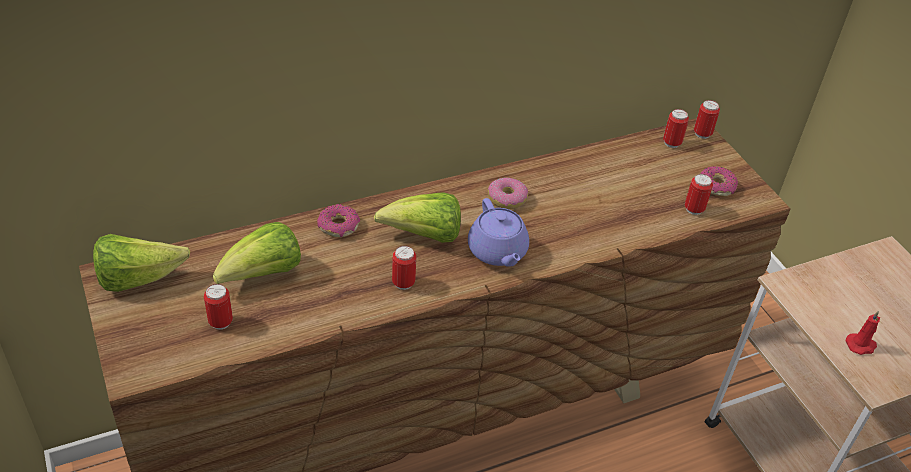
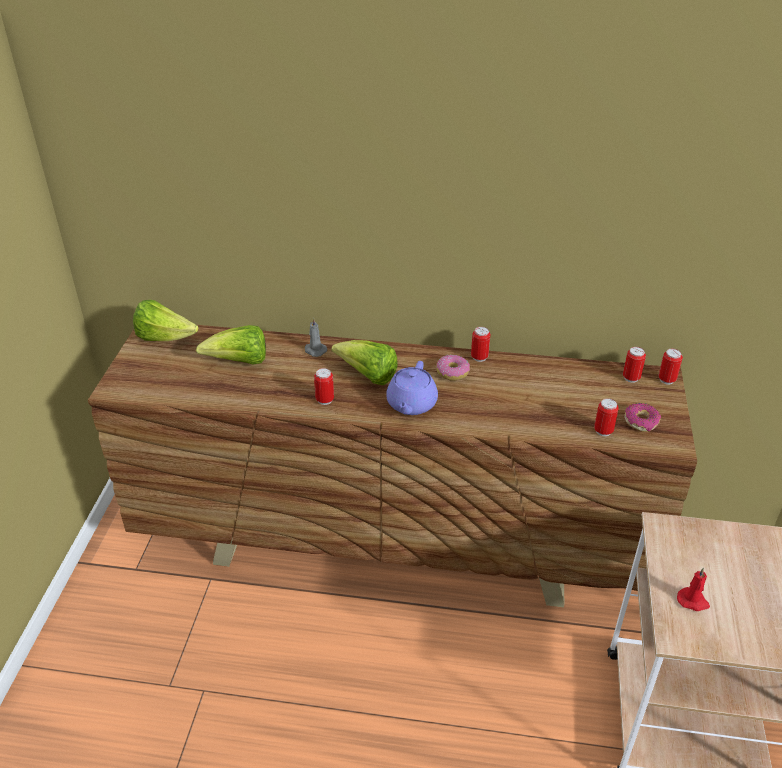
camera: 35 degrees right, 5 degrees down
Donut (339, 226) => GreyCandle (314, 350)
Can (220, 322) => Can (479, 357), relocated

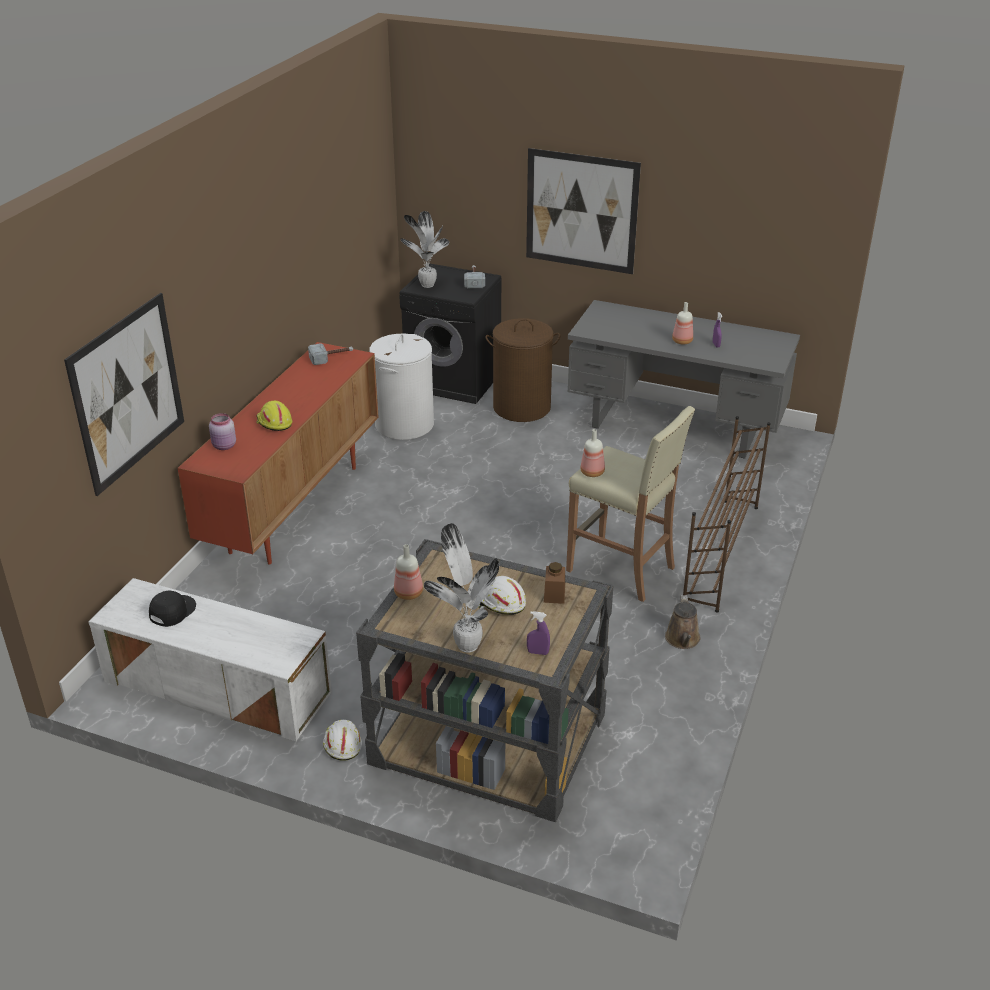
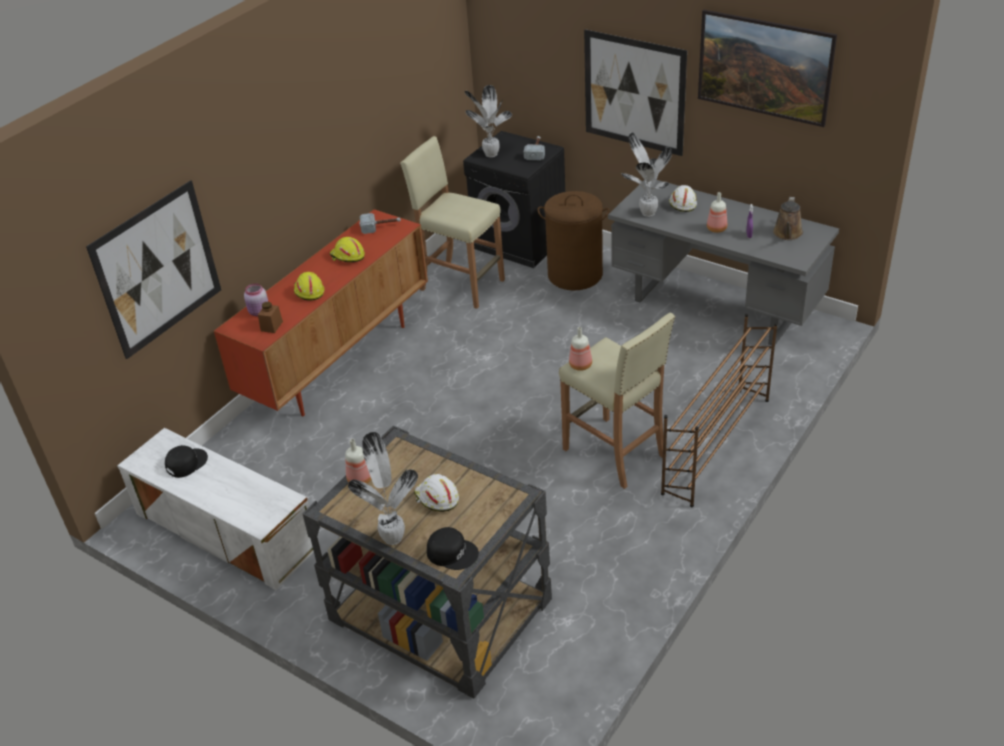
camera: 15 degrees right, 5 degrees up
BrownJar (554, 594) => BrownJar (271, 326), relocated
nothing => YellowHardHat (347, 256)
WhiteLaundryBasket (404, 424) => BeigeStool (461, 285)
PurpleSprayBottle (538, 652) => BlackCap (452, 552)
nothing => PottedPlant (647, 212)
WhiteHardHat (341, 744) => WhiteHardHat (682, 203), relocated
nothing => Picture (762, 89)
BrownWateringCan (683, 640) => BrownWateringCan (787, 234), relocated

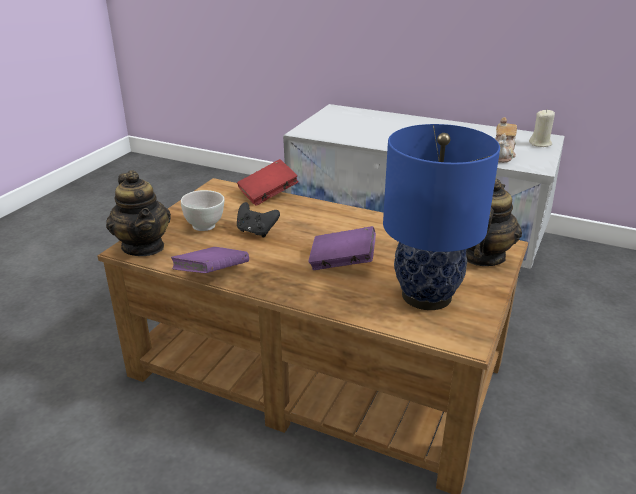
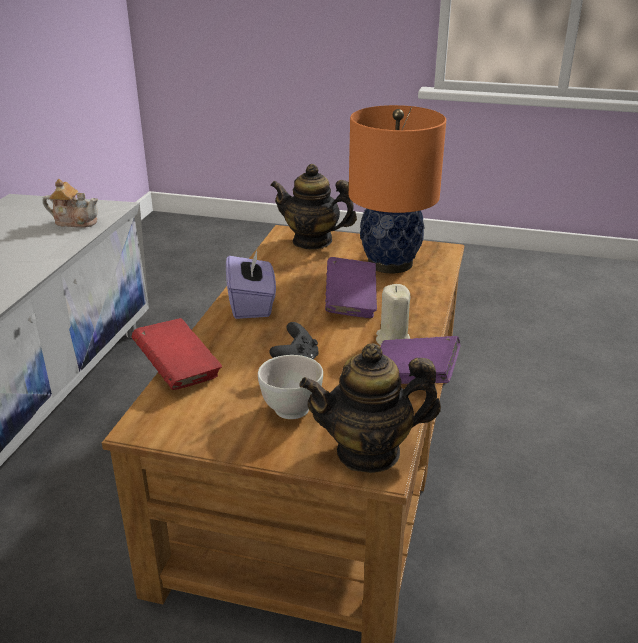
camera: 100 degrees left, 0 degrees up
nothing => PurpleTissueBox (252, 304)
Teapot (144, 247) => Teapot (368, 452), 150 degrees counterclockwise
BlueTableLamp (426, 295) => OrangeTableLamp (390, 263)
BeigeCandle (540, 144) => BeigeCandle (392, 340), relocated

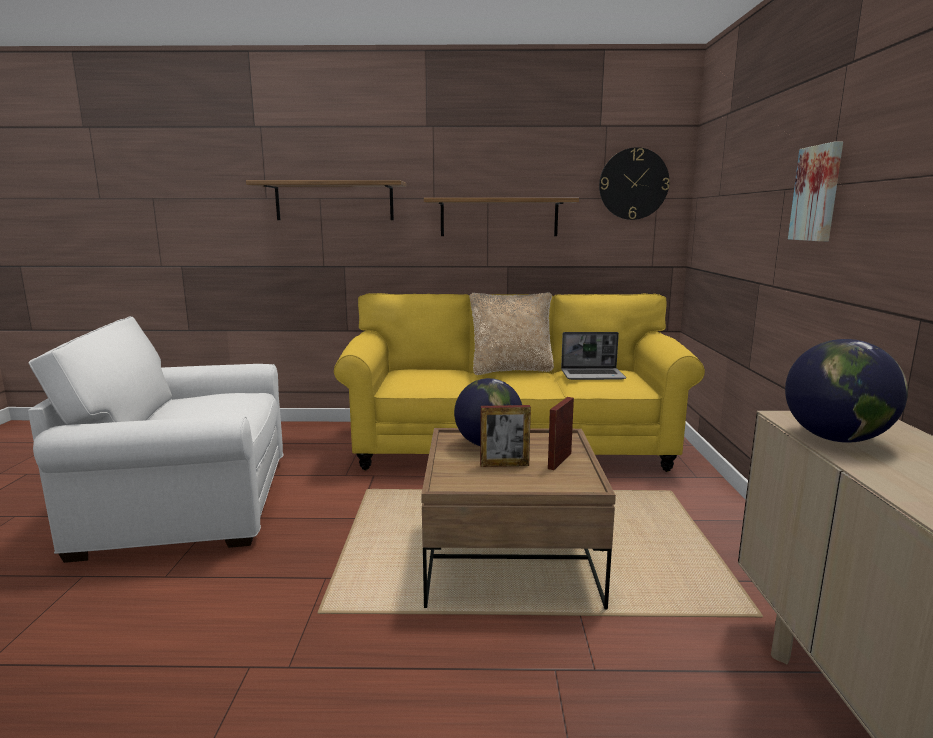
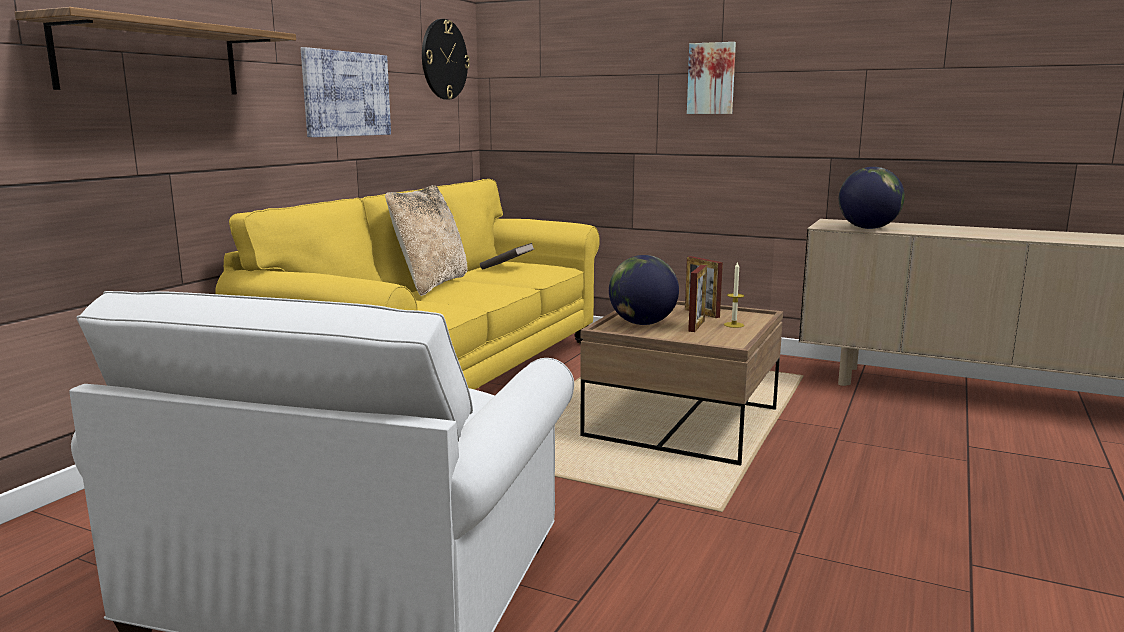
camera: 65 degrees left, 0 degrees up
Shelf (499, 217) => Picture (346, 94)
Laptop (593, 375) => BrownBook (507, 268)
nothing => Candle (734, 325)

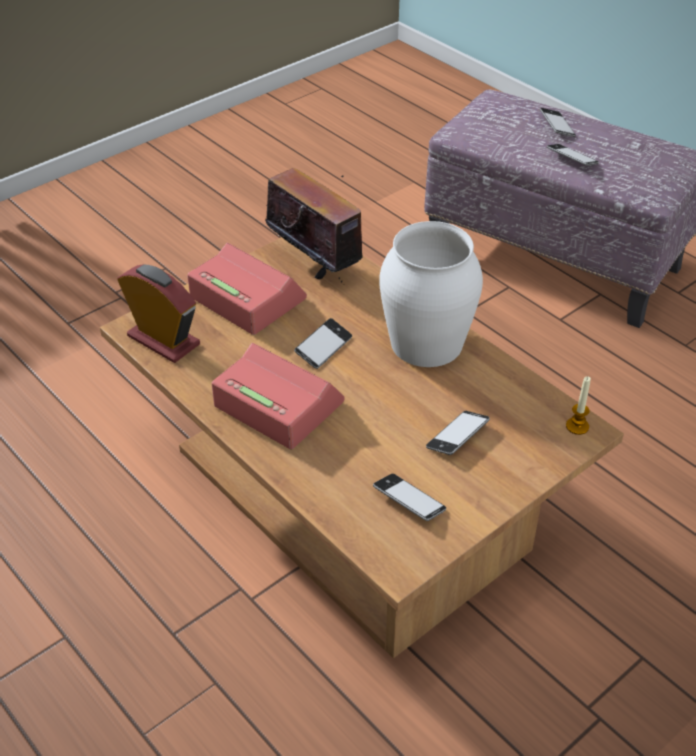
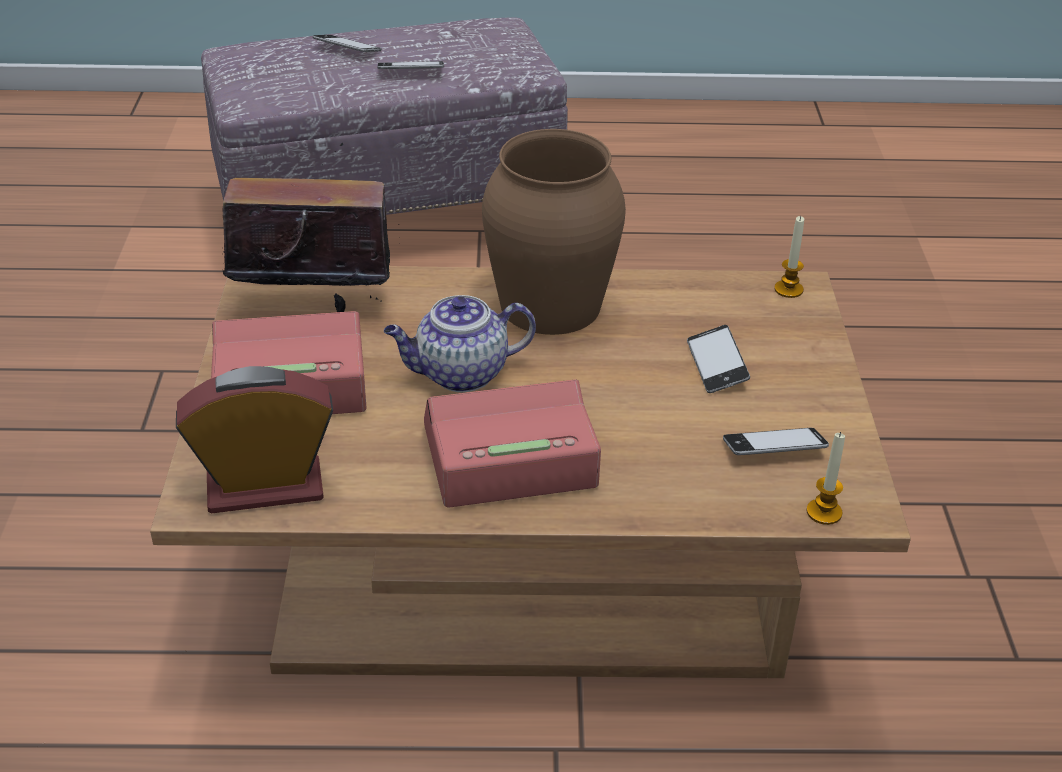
camera: 50 degrees left, 5 degrees down
Phone (323, 347) => Teapot (459, 374)
WhiteVase (426, 343) => BrownVase (550, 306)
nothing => Candle (824, 512)

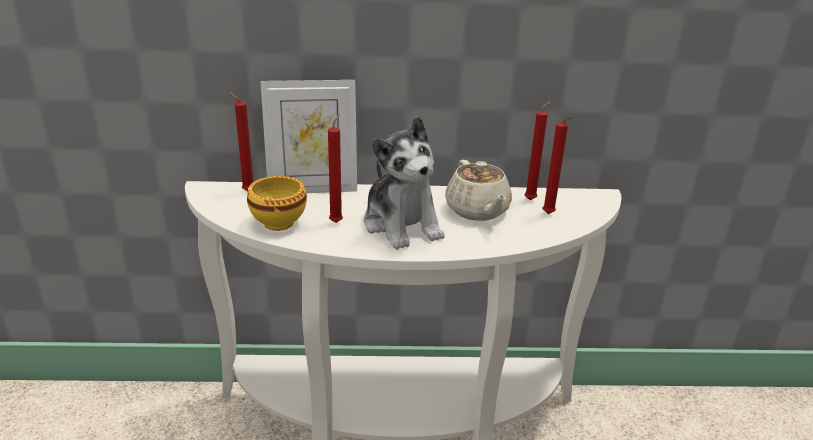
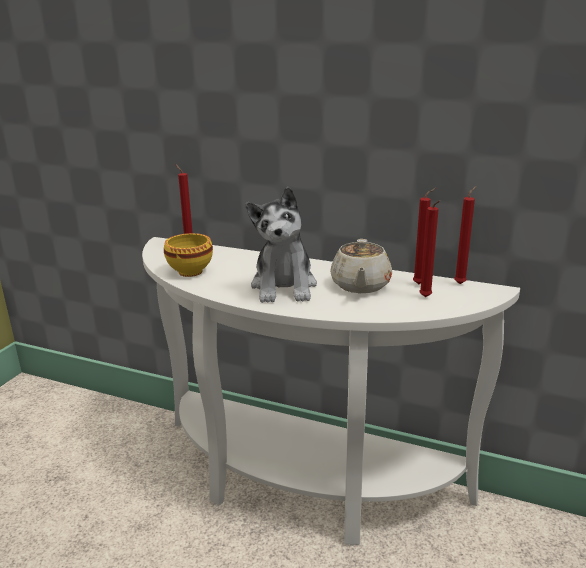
camera: 25 degrees right, 5 degrees down
RedCandle (337, 221) => RedCandle (461, 283), relocated
PictureFrame (312, 188) => nothing

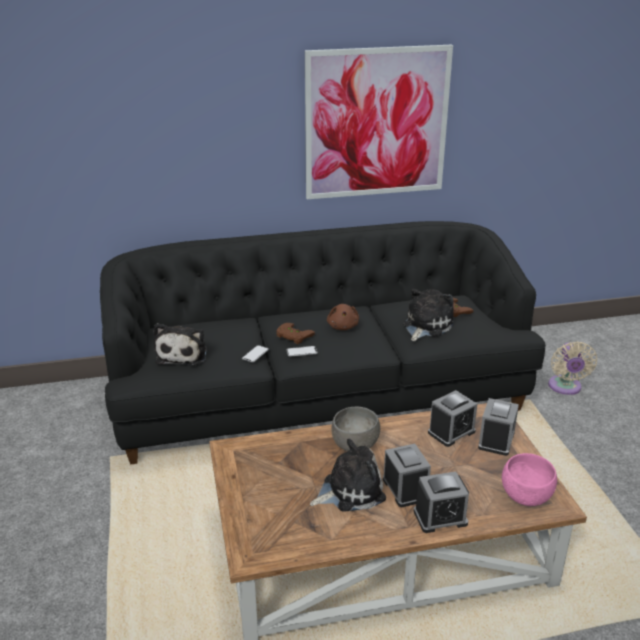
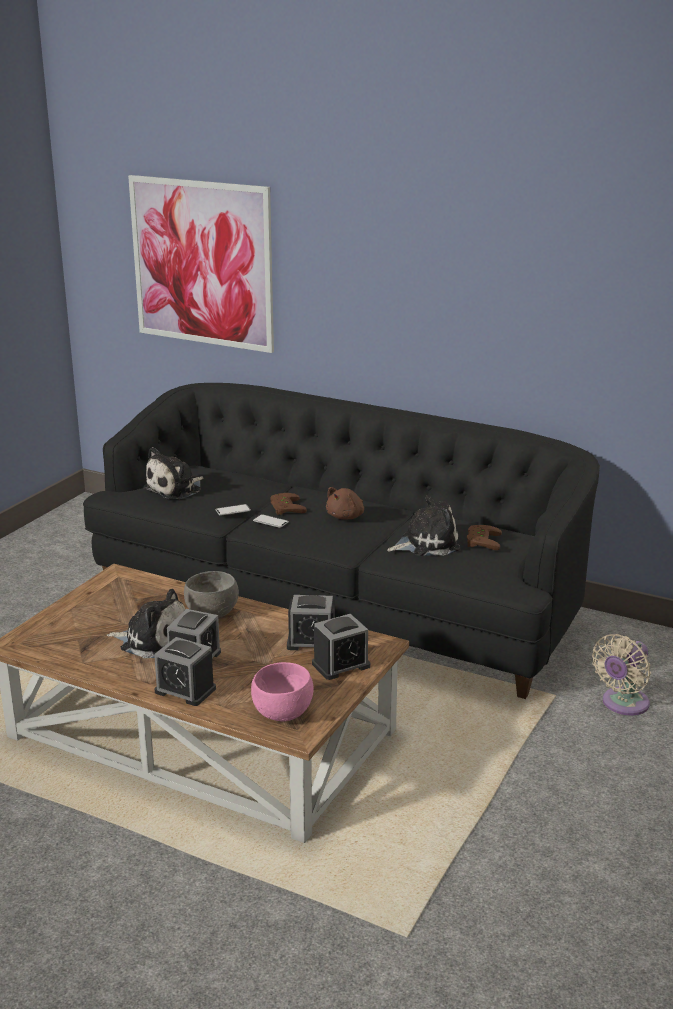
camera: 40 degrees right, 5 degrees down
Picture (376, 123) => Picture (202, 263), relocated

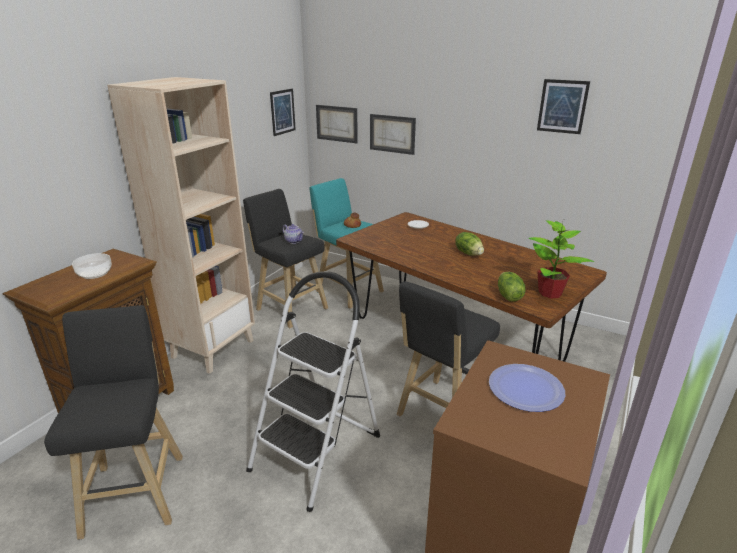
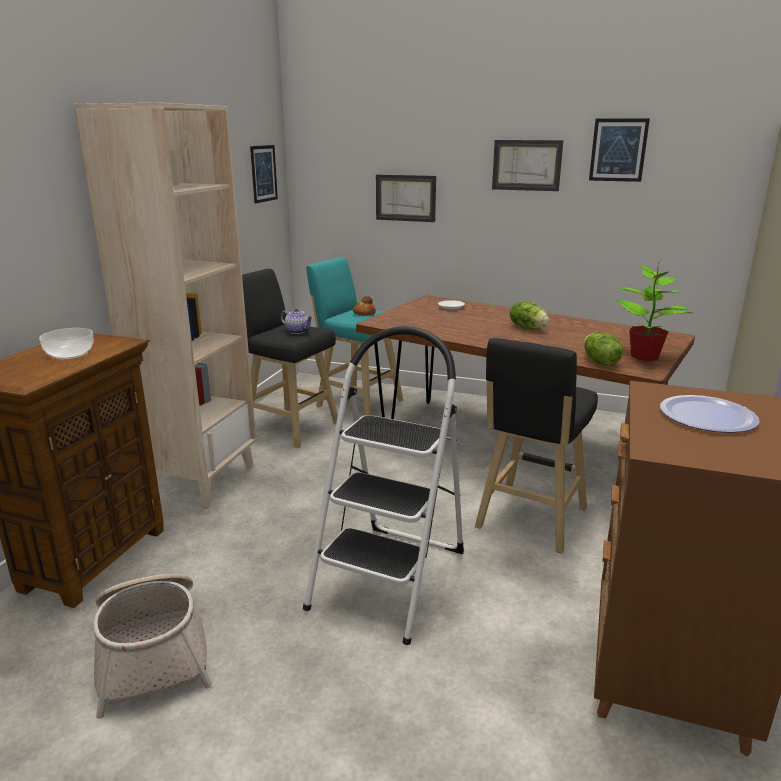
camera: 10 degrees left, 5 degrees down
BlackStool (136, 490) => Basket (153, 651)
Picture (337, 123) => Picture (526, 165), relocated

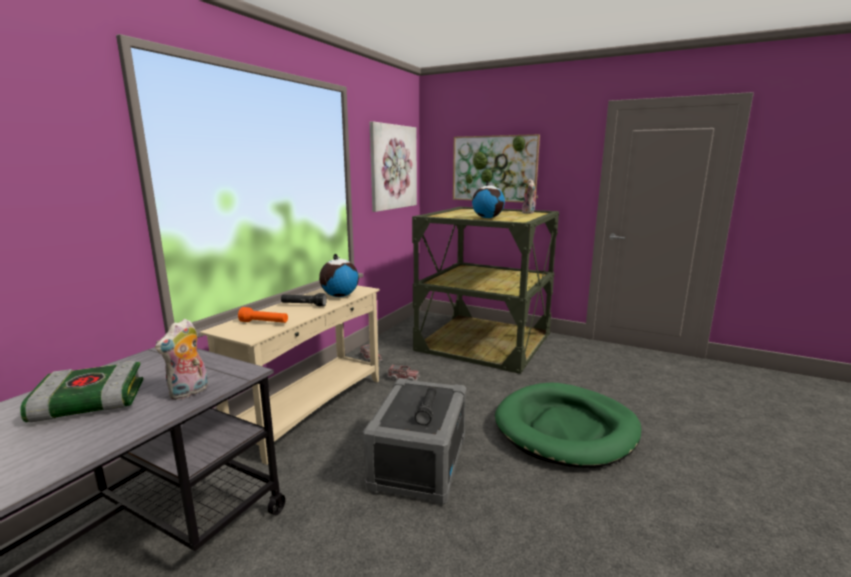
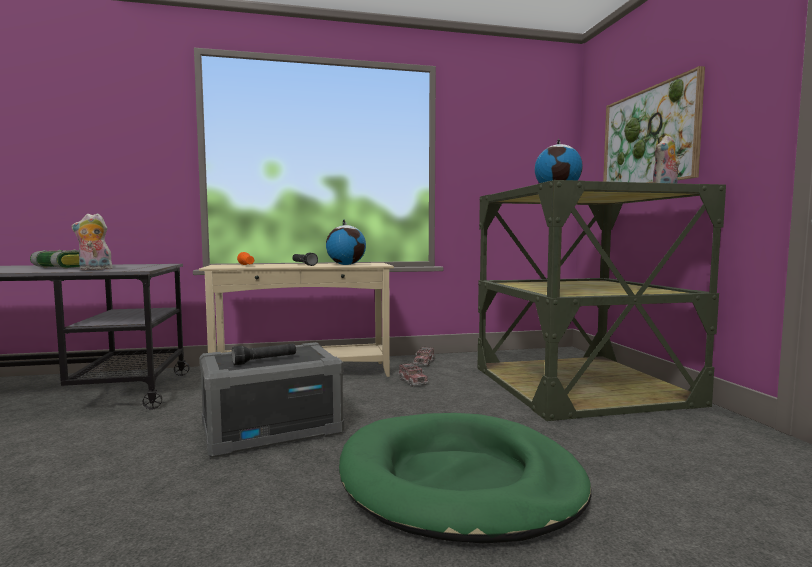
camera: 50 degrees right, 10 degrees down
Picture (393, 167) => nothing

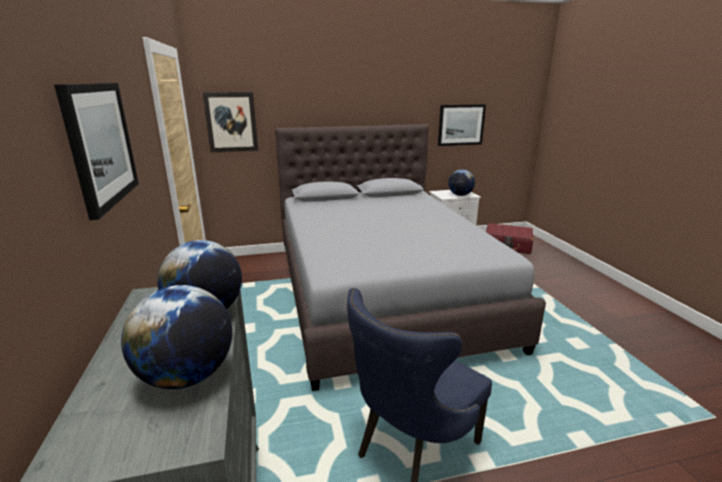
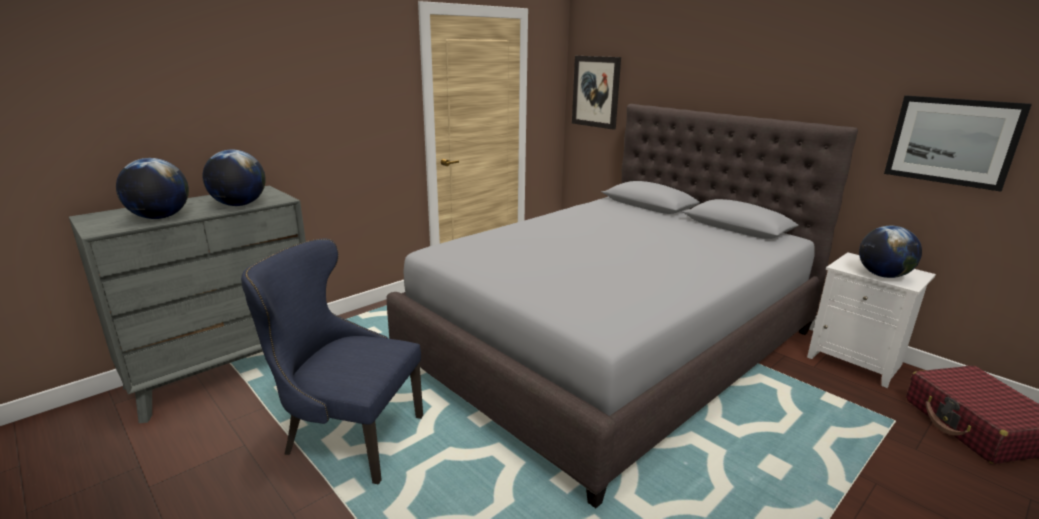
camera: 60 degrees right, 0 degrees up
Picture (101, 144) => nothing

